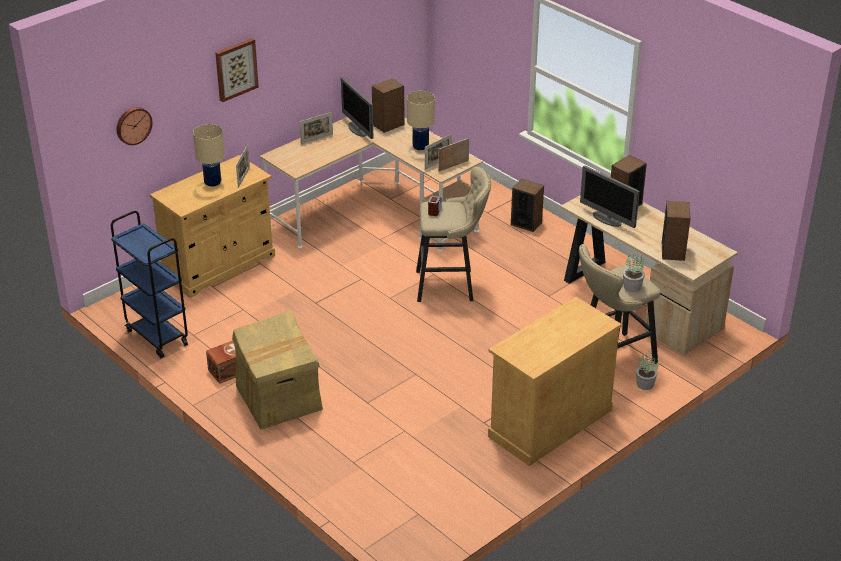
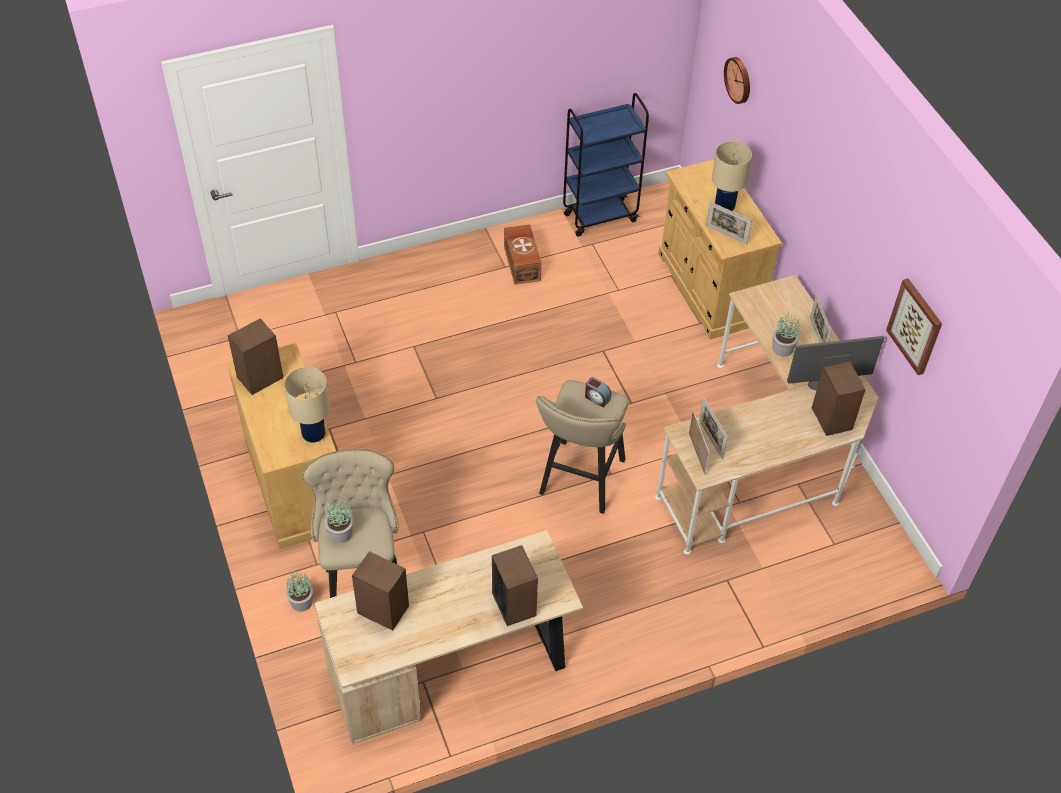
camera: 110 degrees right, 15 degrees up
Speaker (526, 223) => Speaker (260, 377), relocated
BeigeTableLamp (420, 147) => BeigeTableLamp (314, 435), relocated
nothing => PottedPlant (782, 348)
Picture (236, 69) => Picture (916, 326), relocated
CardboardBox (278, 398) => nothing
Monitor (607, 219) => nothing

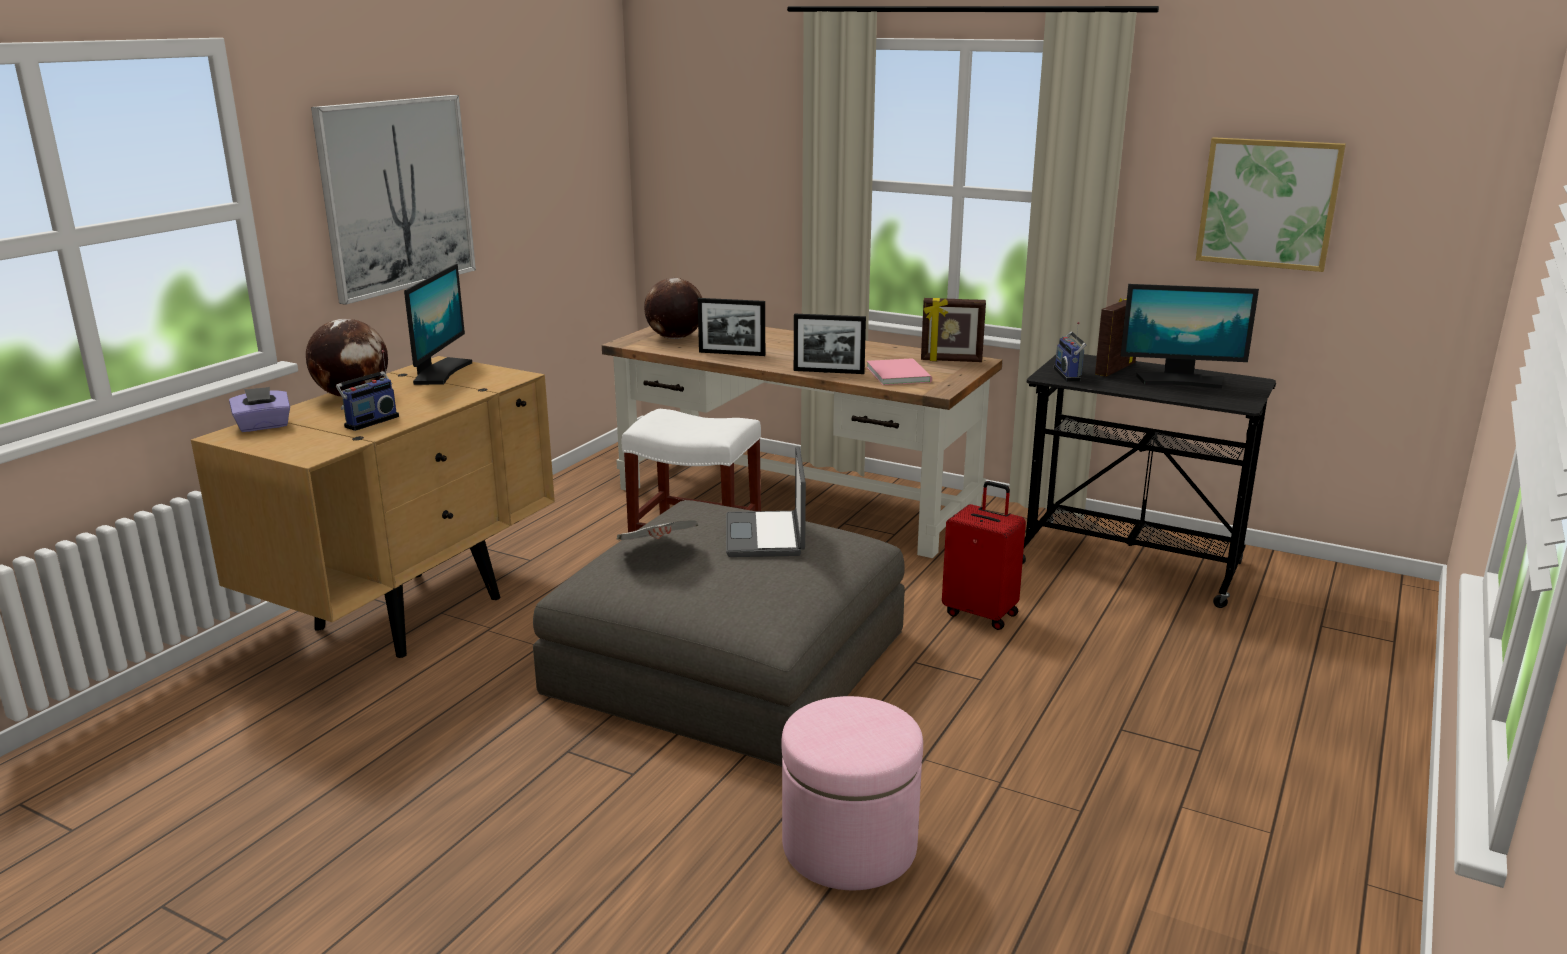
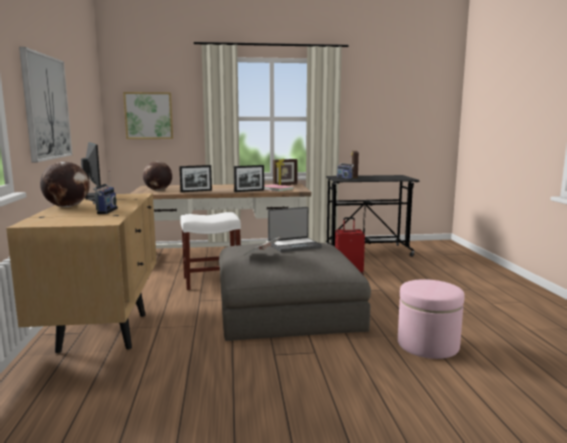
camera: 35 degrees left, 10 degrees down
Picture (1268, 203) => Picture (148, 115), relocated
Laptop (766, 536) => Laptop (294, 245), 75 degrees counterclockwise
PurpleTissueBox (263, 426) => nothing
Monitor (1180, 381) => nothing

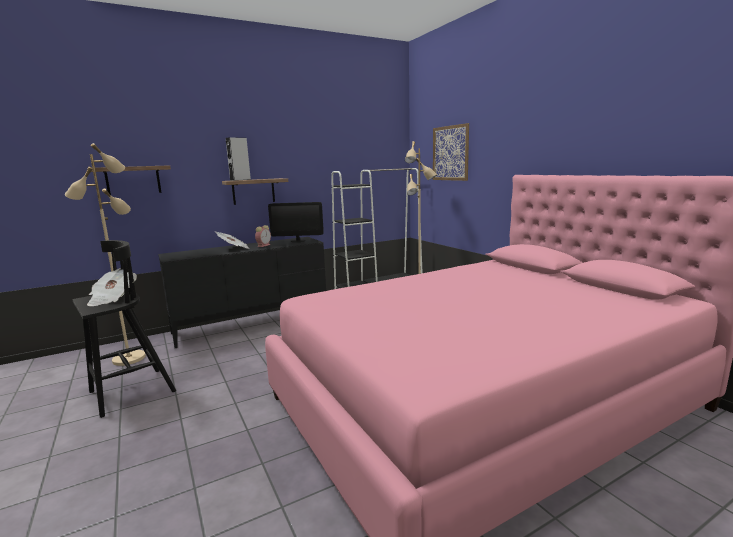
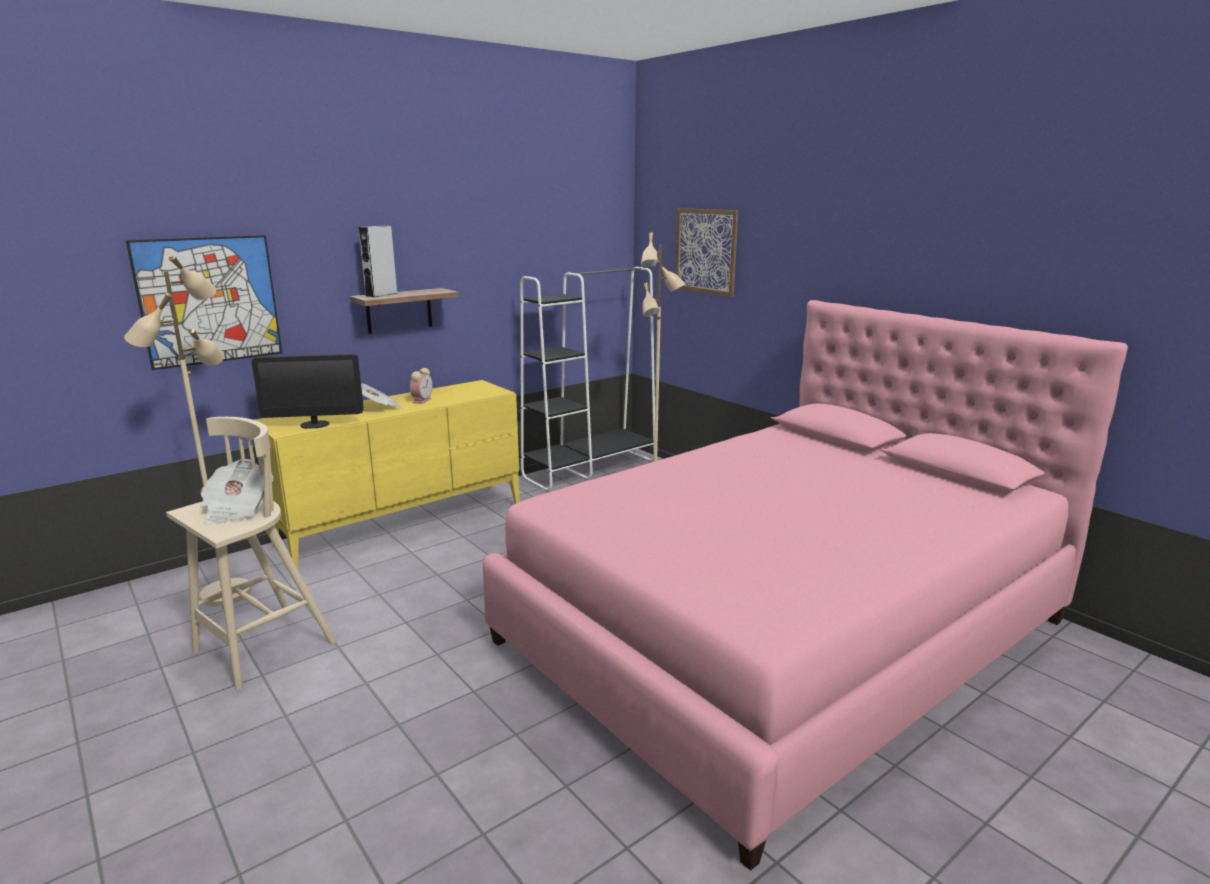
camera: 10 degrees left, 5 degrees up
Shelf (133, 180) => Picture (209, 300)
BlackStool (129, 392) => BeigeStool (260, 649)
Monitor (298, 241) => Monitor (315, 424), relocated
BlackDresser (252, 323) => YellowDresser (404, 524)

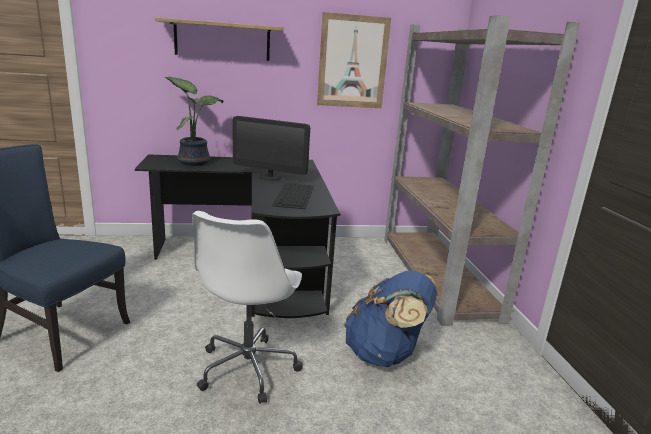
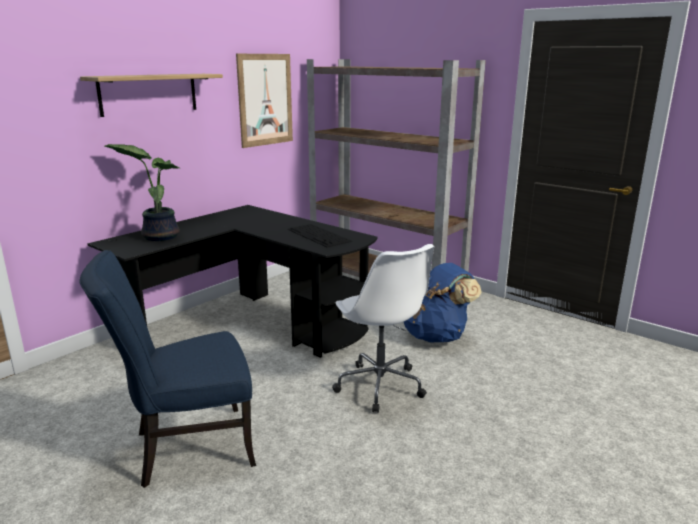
camera: 40 degrees left, 0 degrees up
Monitor (270, 177) => nothing

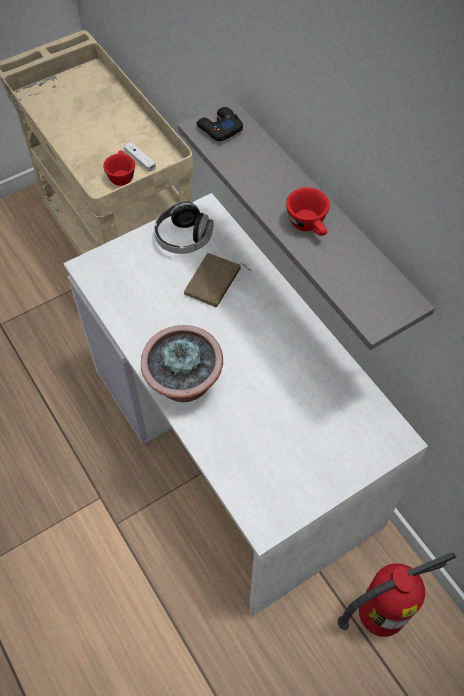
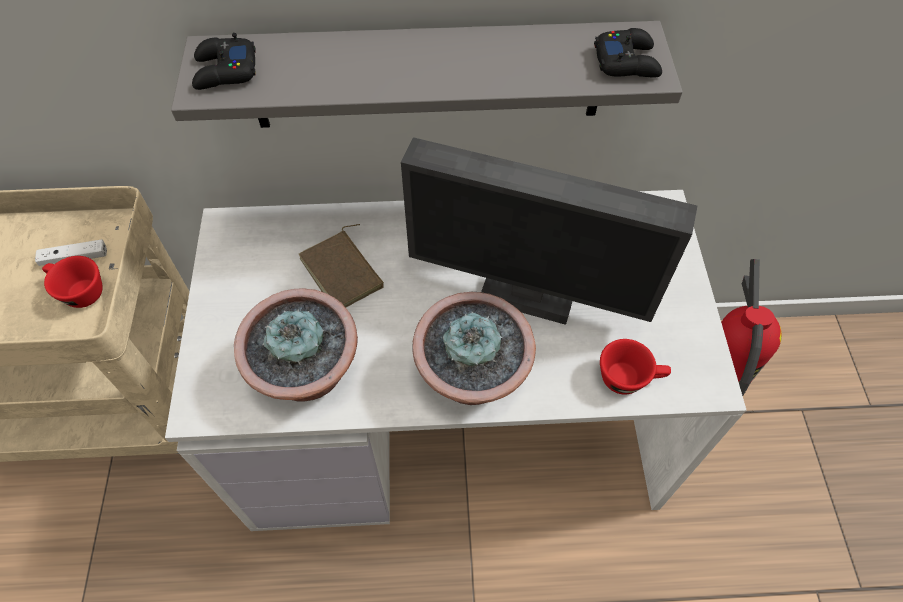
camera: 60 degrees left, 0 degrees up
nothing => PottedPlant (308, 374)
nothing => Monitor (527, 297)
nothing => BlackGameController (627, 61)
RedCup (309, 226) => RedCup (629, 378), relocated
Headphones (183, 238) => nothing

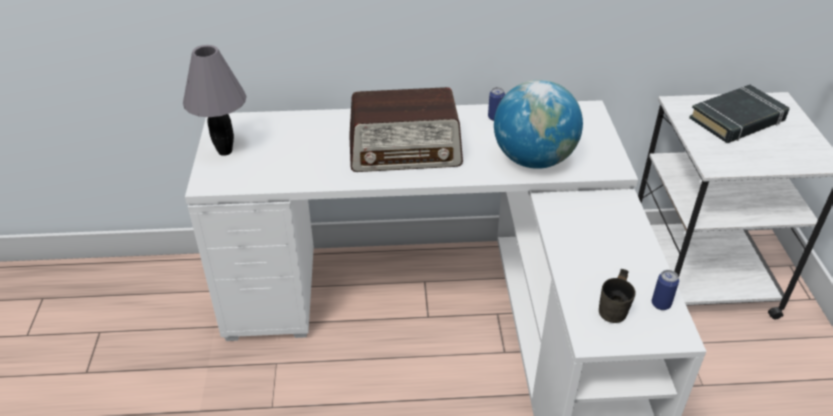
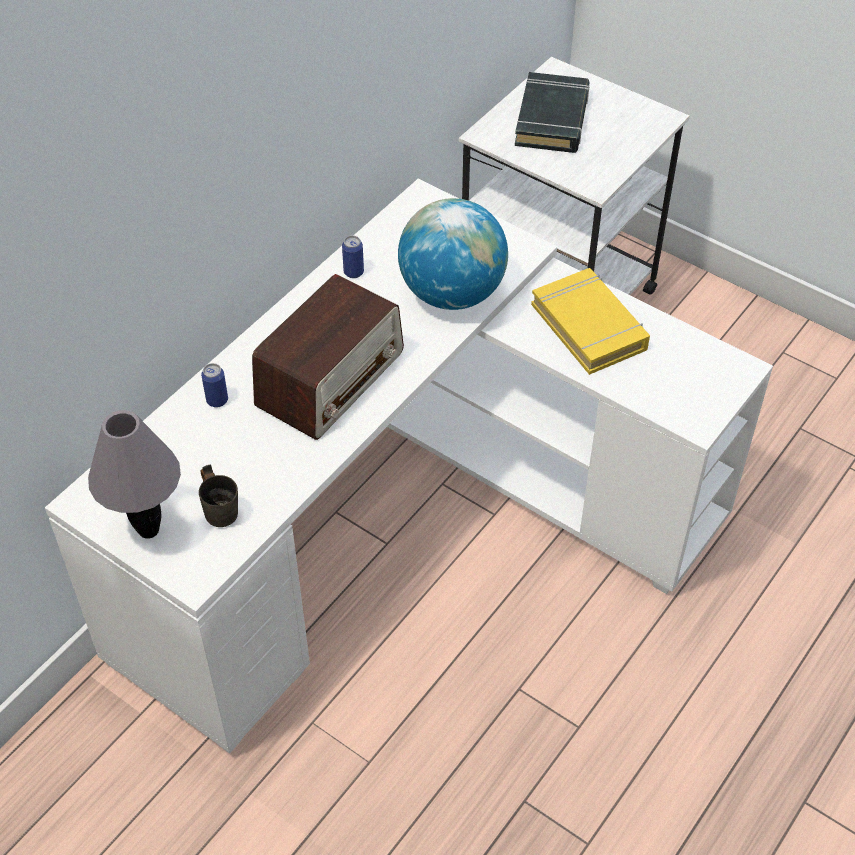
camera: 50 degrees left, 10 degrees up
GreyMug (617, 310) => GreyMug (223, 508), relocated
Can (661, 304) => Can (217, 400), relocated
nothing => YellowBook (589, 327)

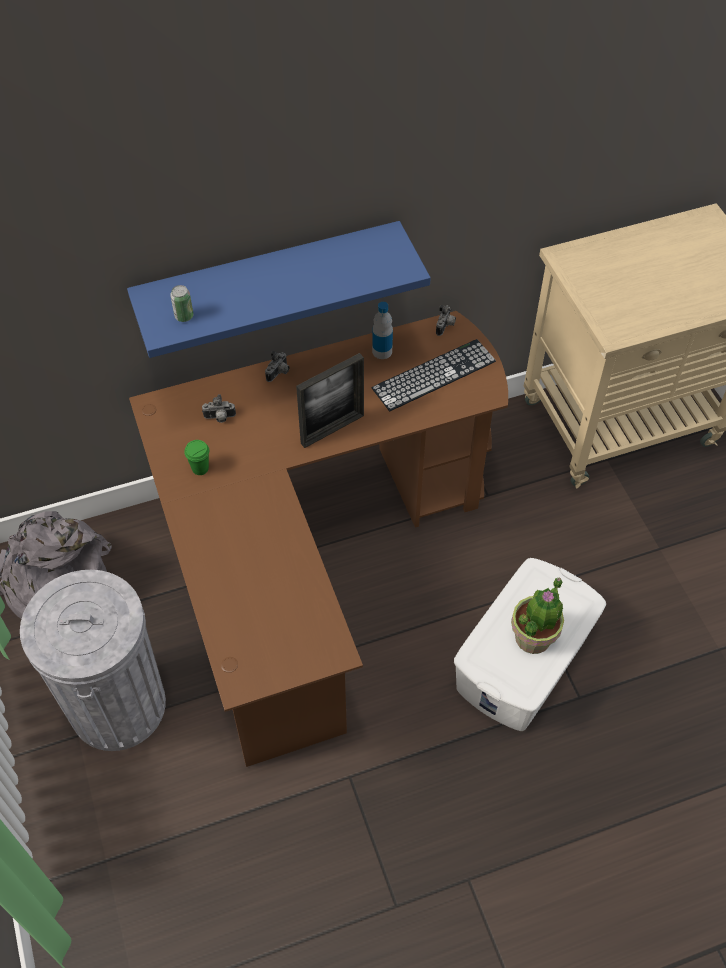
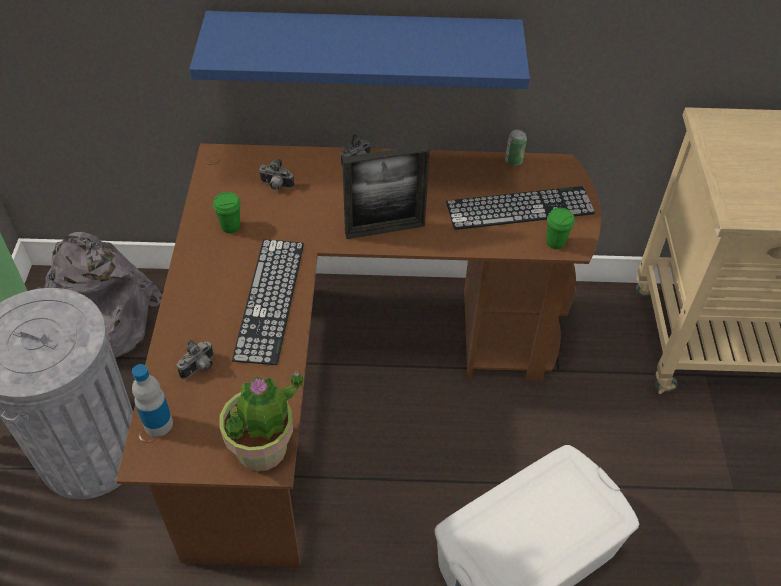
camera: 20 degrees right, 5 degrees down
Bottle (382, 351) => Bottle (158, 424), relocated
PhotoCamera (445, 326) => PhotoCamera (200, 368), relocated
PottedPlant (534, 637) => PottedPlant (262, 448), relocated
nothing => Keyboard (270, 299)
Can (184, 316) => Can (514, 161), relocated
nothing => GreenCup (555, 242)

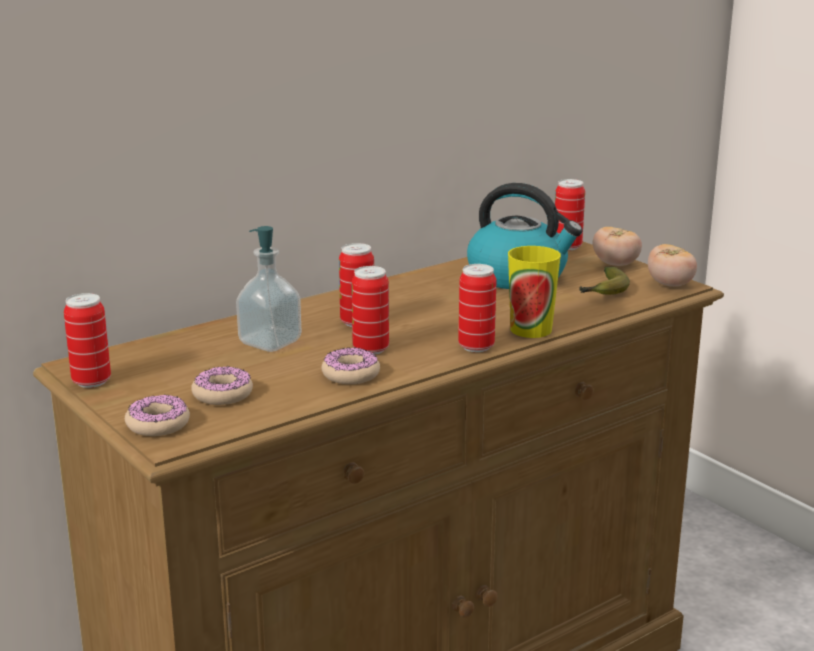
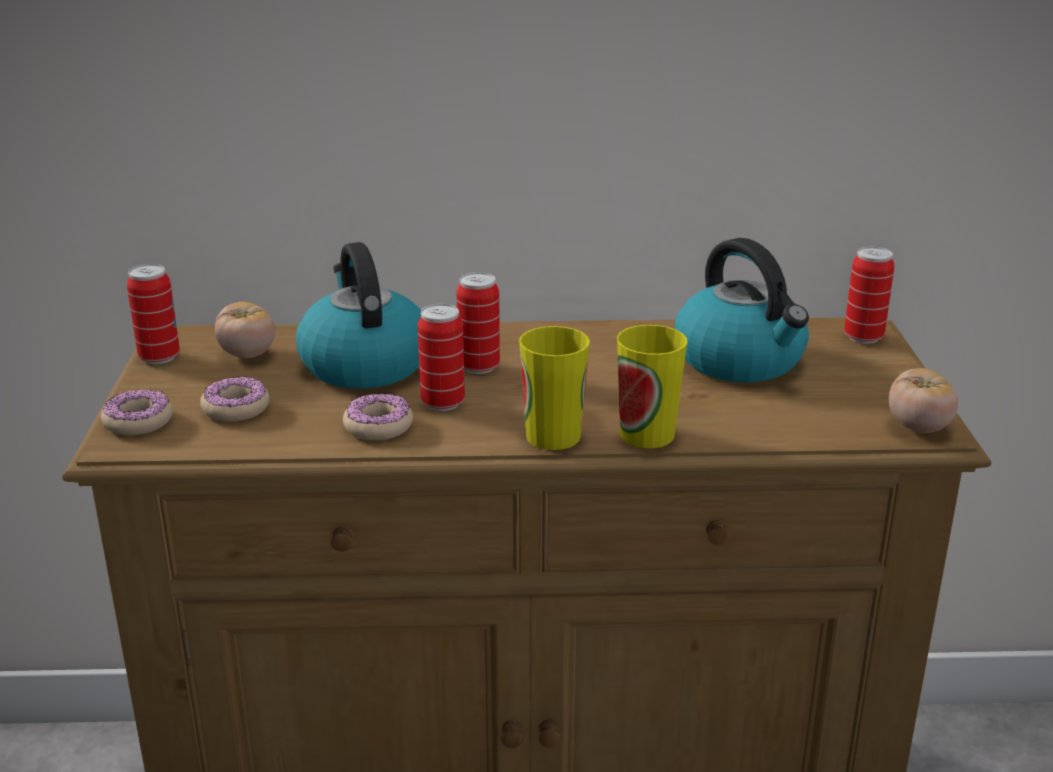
camera: 35 degrees right, 5 degrees up
Tomato (615, 264) => Tomato (248, 354), relocated
SoapDispenser (270, 342) => Kettle (364, 364)
Can (476, 347) => Cup (553, 436)
Banana (604, 291) => nothing

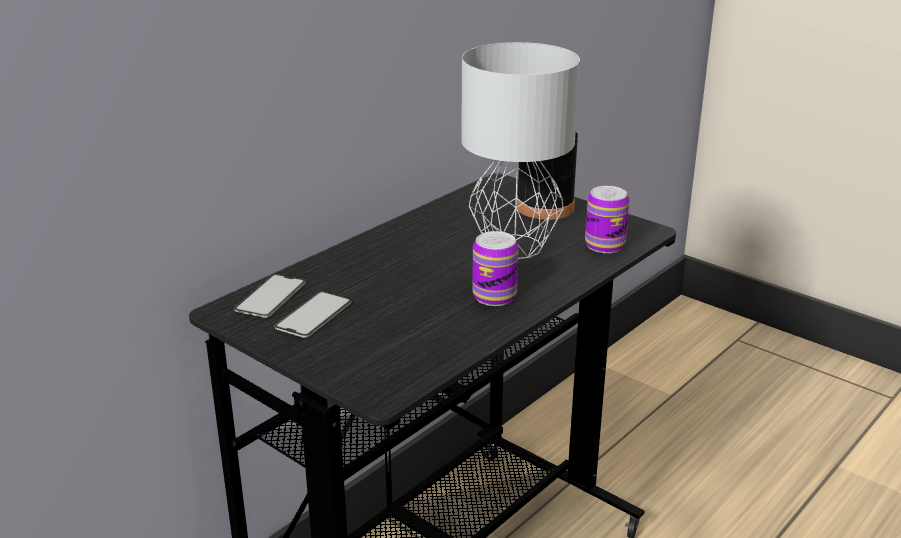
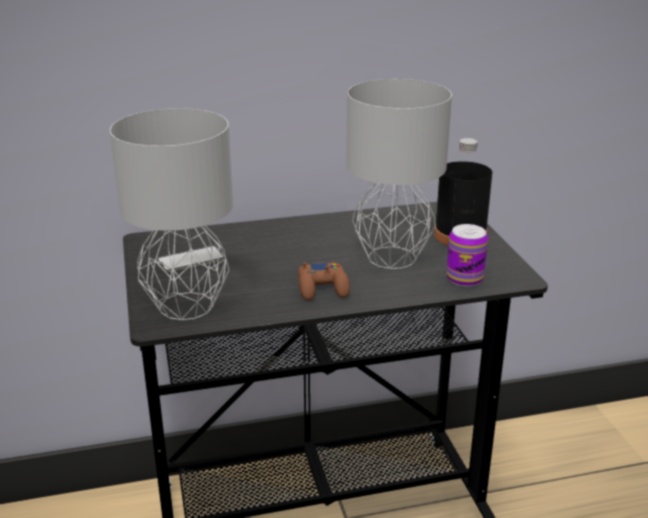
camera: 35 degrees right, 0 degrees up
nothing => GreyTableLamp (188, 306)
Can (494, 296) => BrownGameController (323, 288)
Phone (270, 296) => nothing

